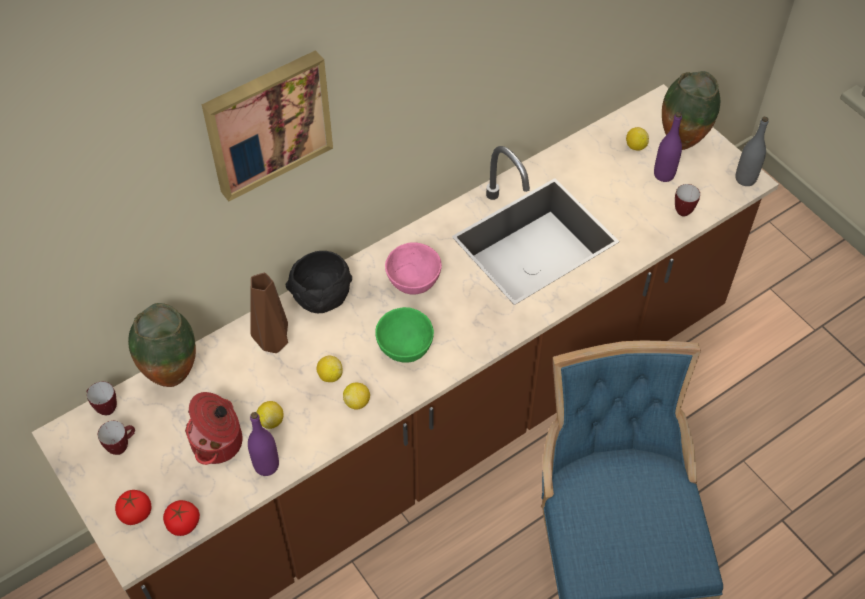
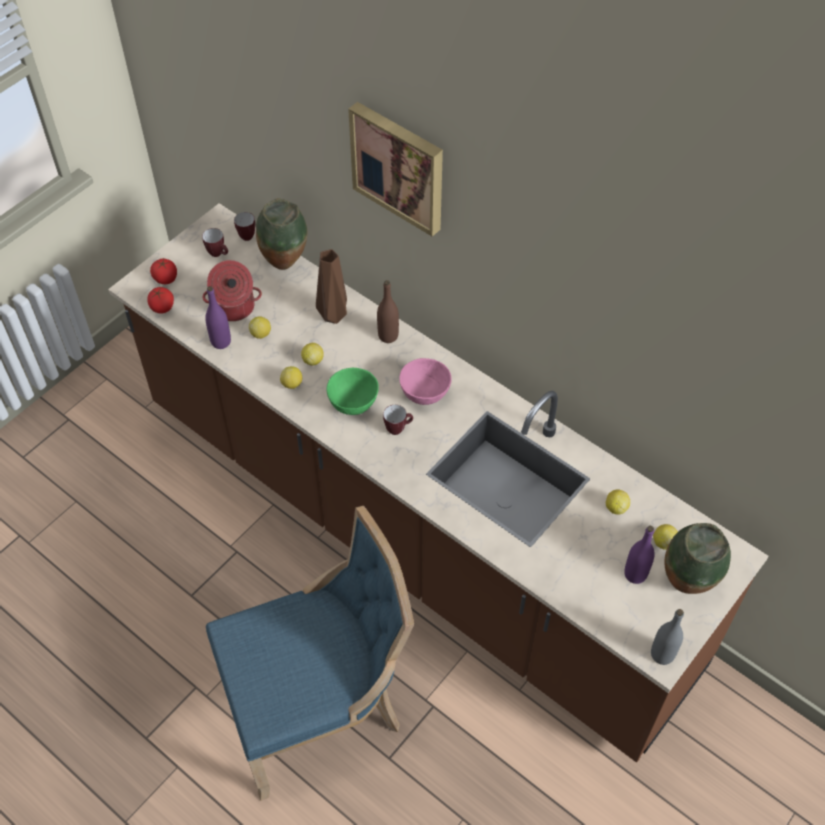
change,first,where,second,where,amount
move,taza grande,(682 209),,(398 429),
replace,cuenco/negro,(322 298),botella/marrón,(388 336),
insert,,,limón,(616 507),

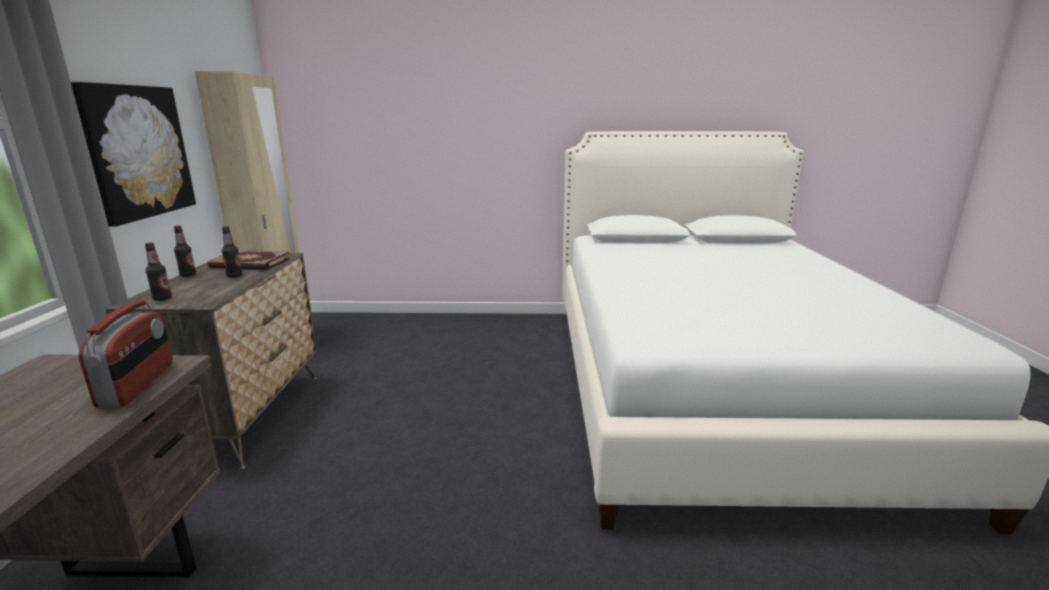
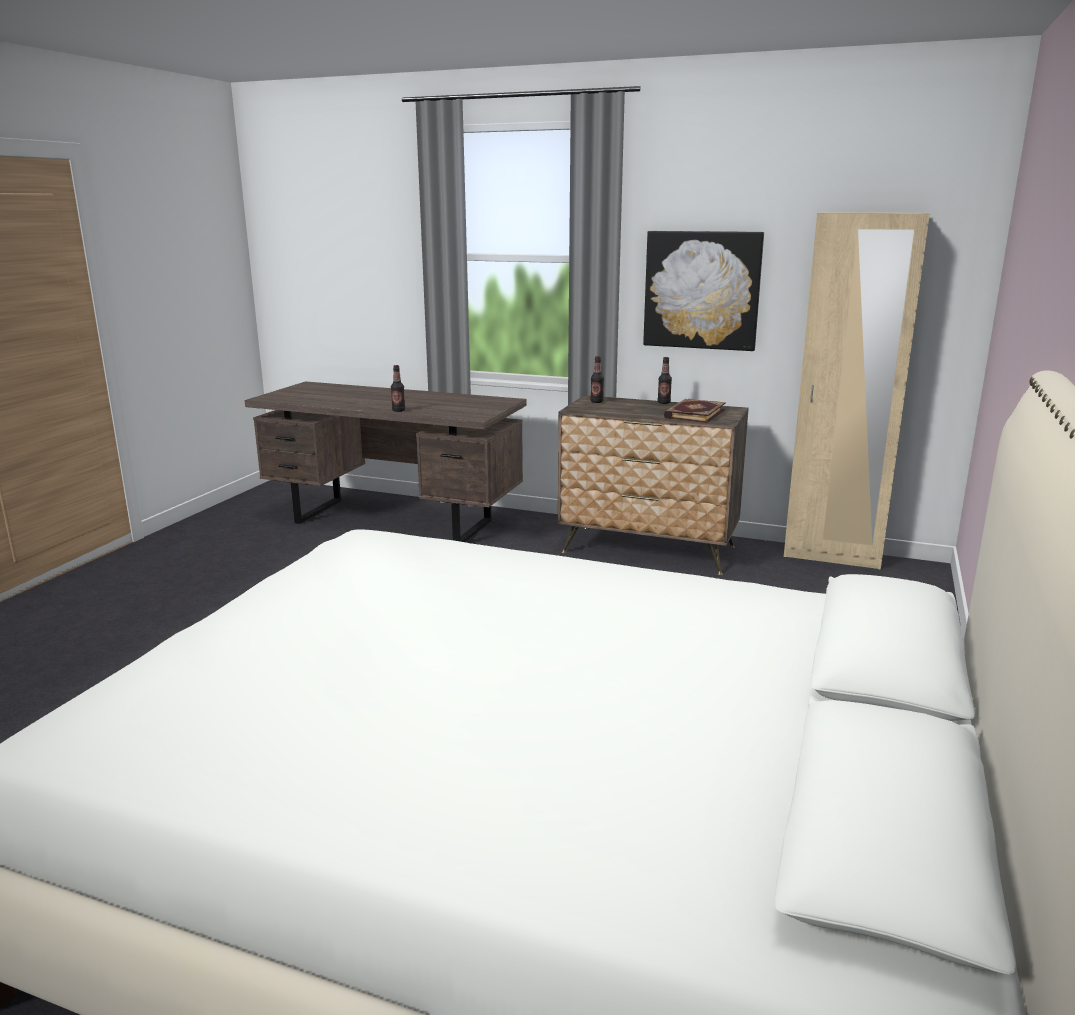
change,first,where,second,where,amount
move,botella,(234 276),,(398 410),
delete,radio,(138 384),,,

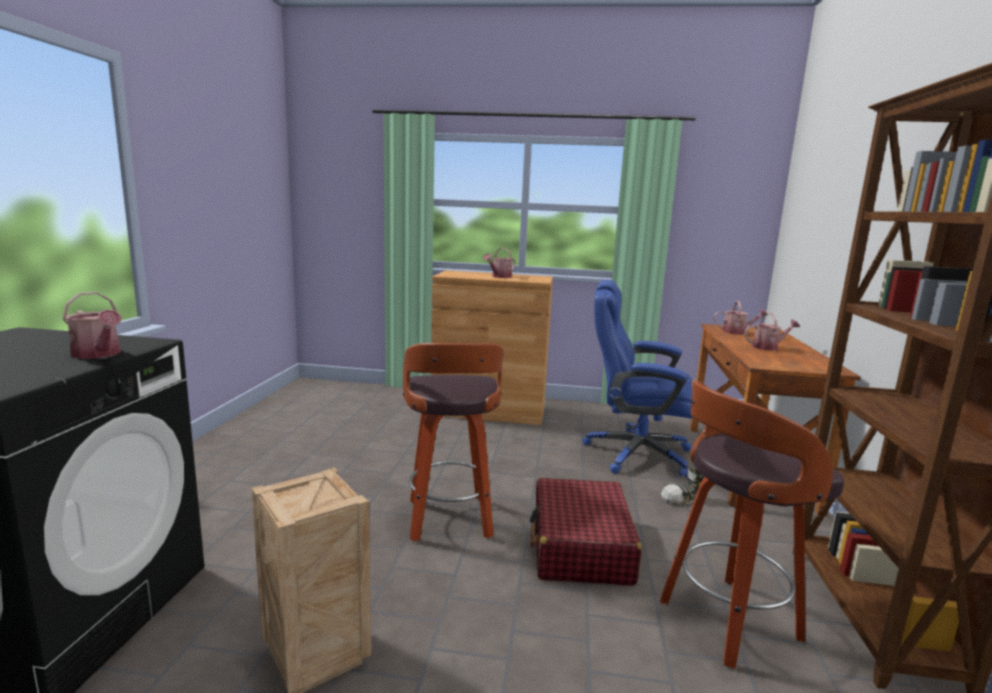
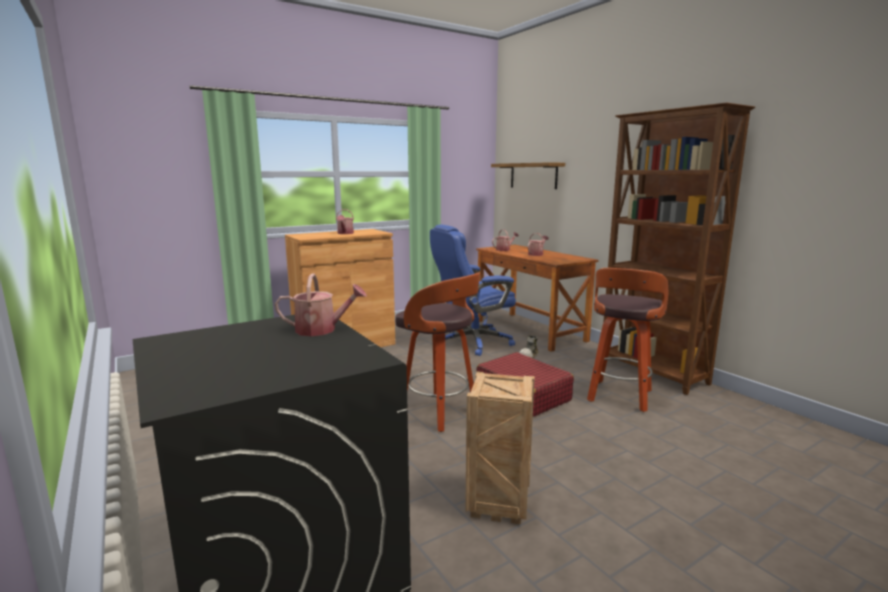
change,first,where,second,where,amount
insert,,,estante,(533 175),

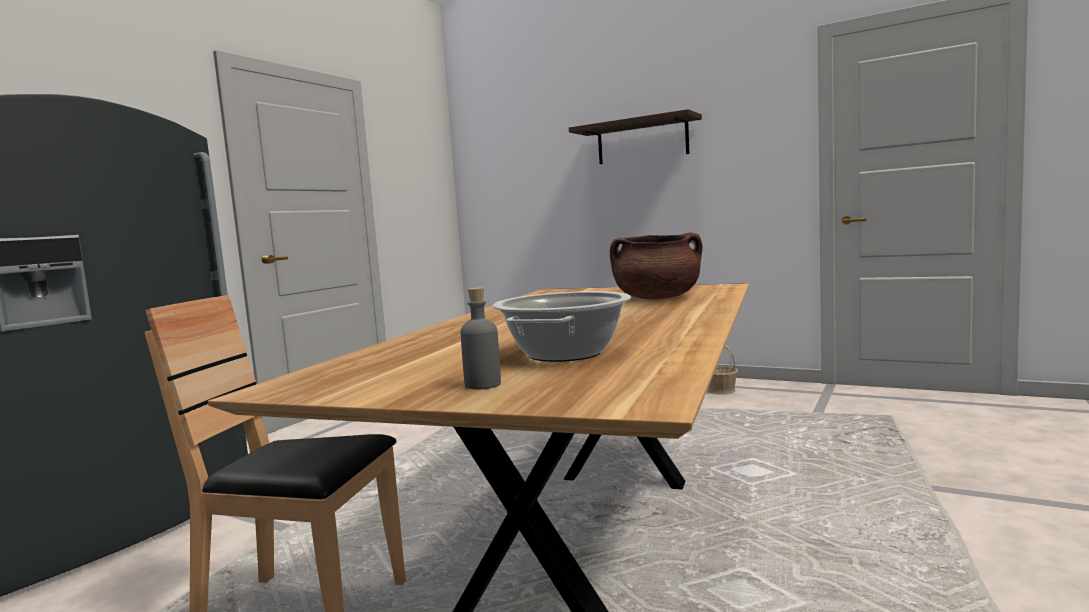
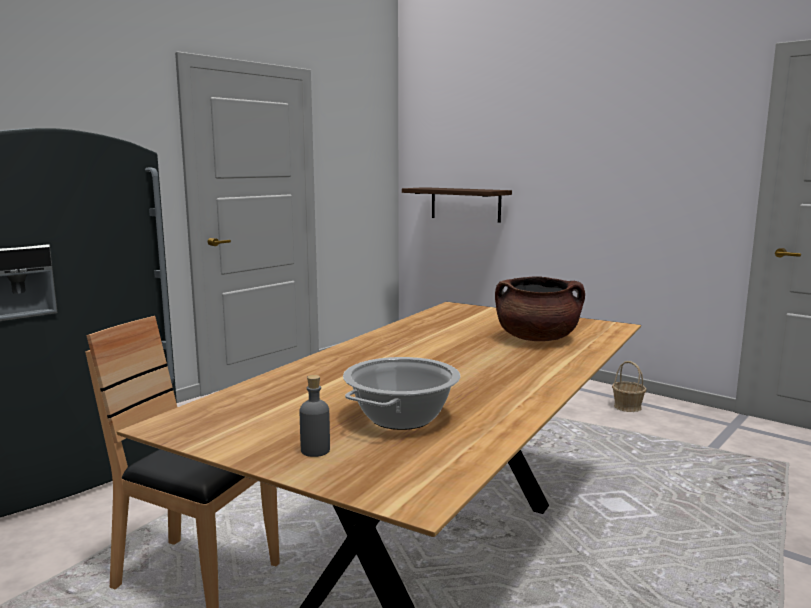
change,first,where,second,where,amount
move,estante,(642 141),,(465 204),

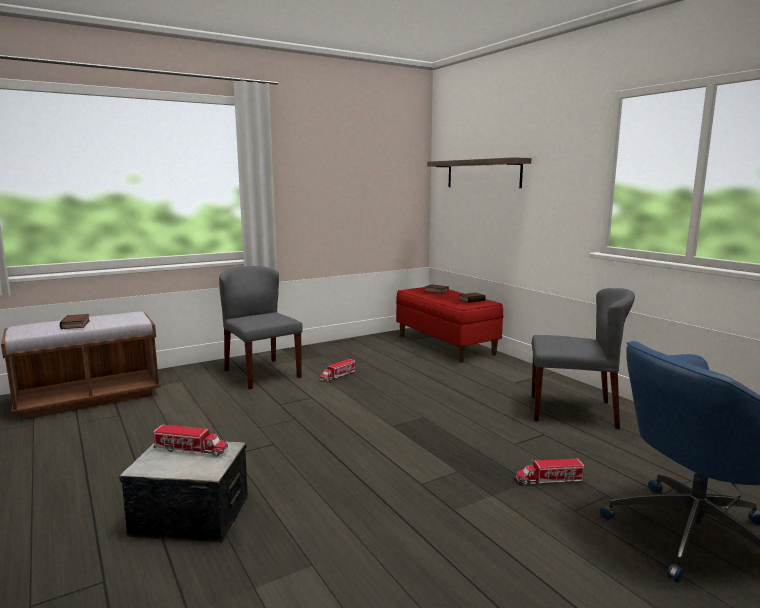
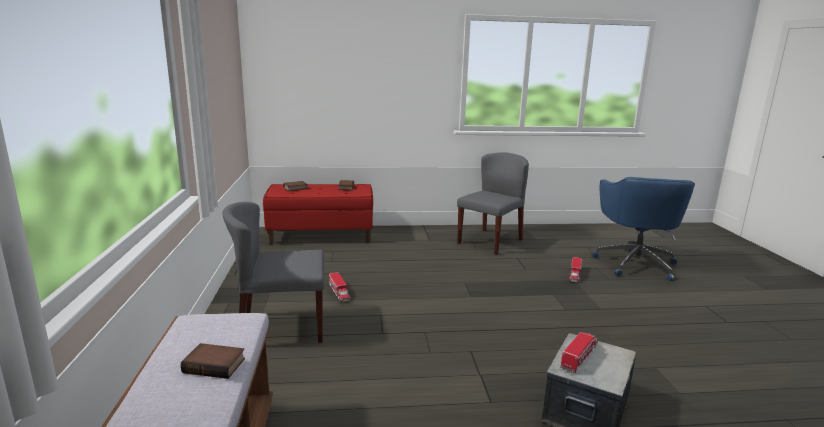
change,first,where,second,where,amount
delete,estante,(483 174),,,

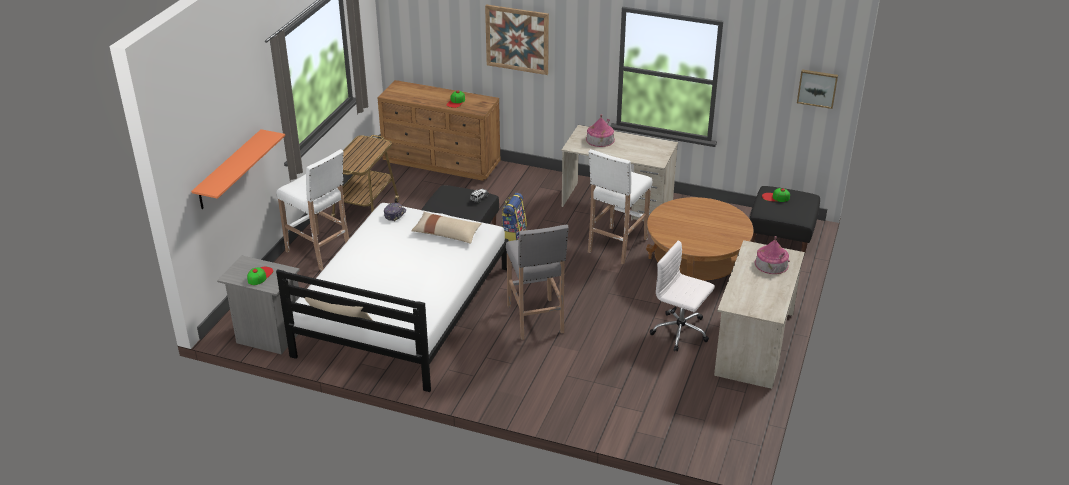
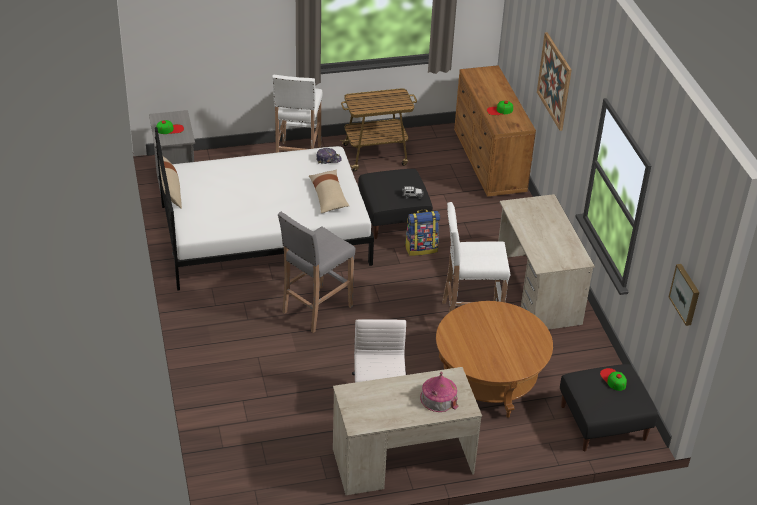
change,first,where,second,where,amount
delete,casita,(600 139),,,
delete,estante/naranja,(229 170),,,

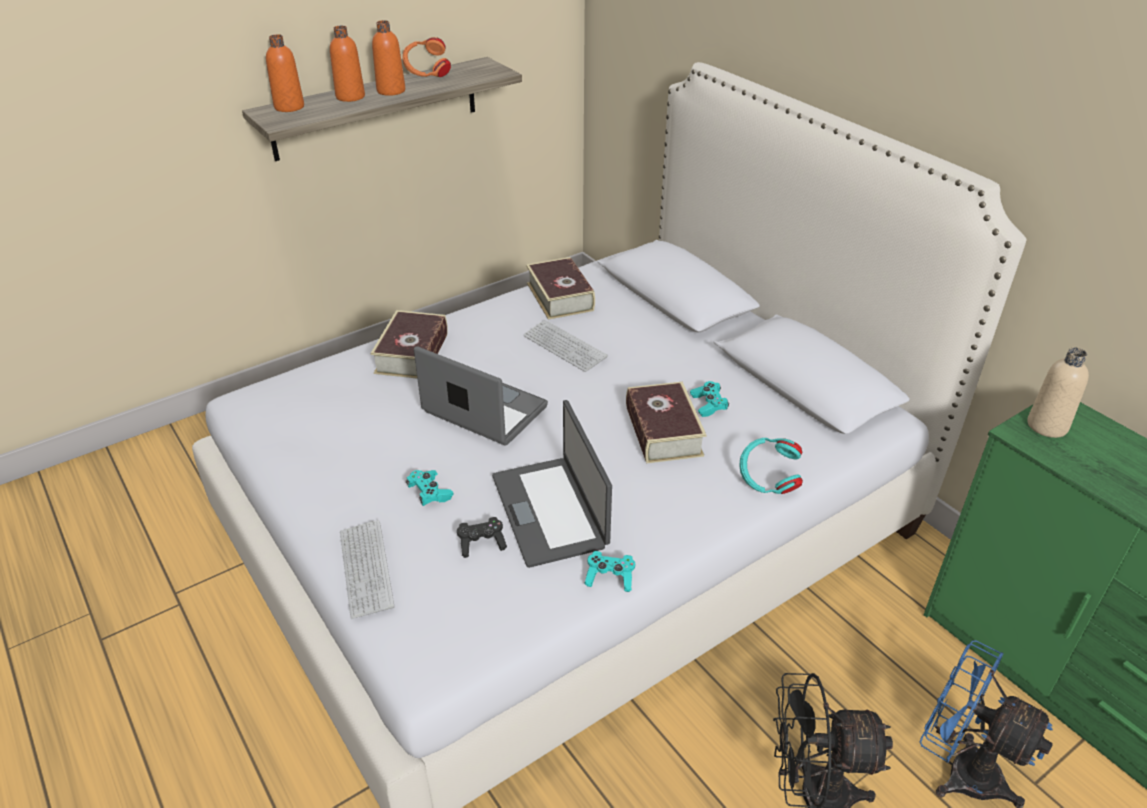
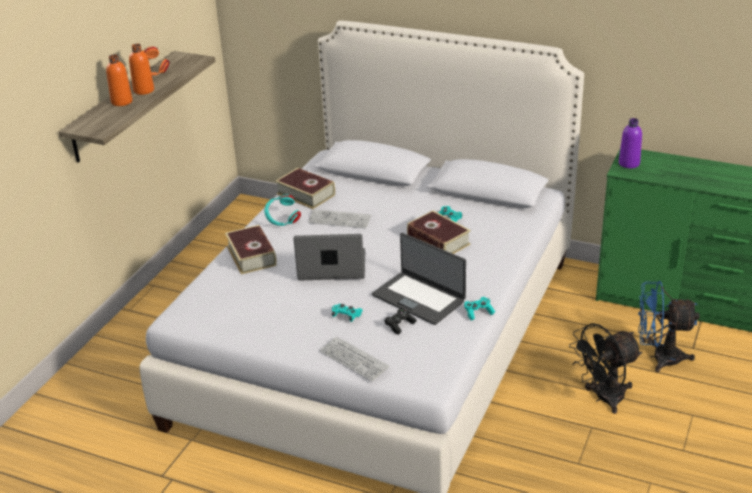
change,first,where,second,where,amount
delete,botella/naranja,(289 107),,,
recolor,botella/beis,(1047 426),botella/morado,(629 163),
move,auriculares/turquesa,(767 481),,(282 221),

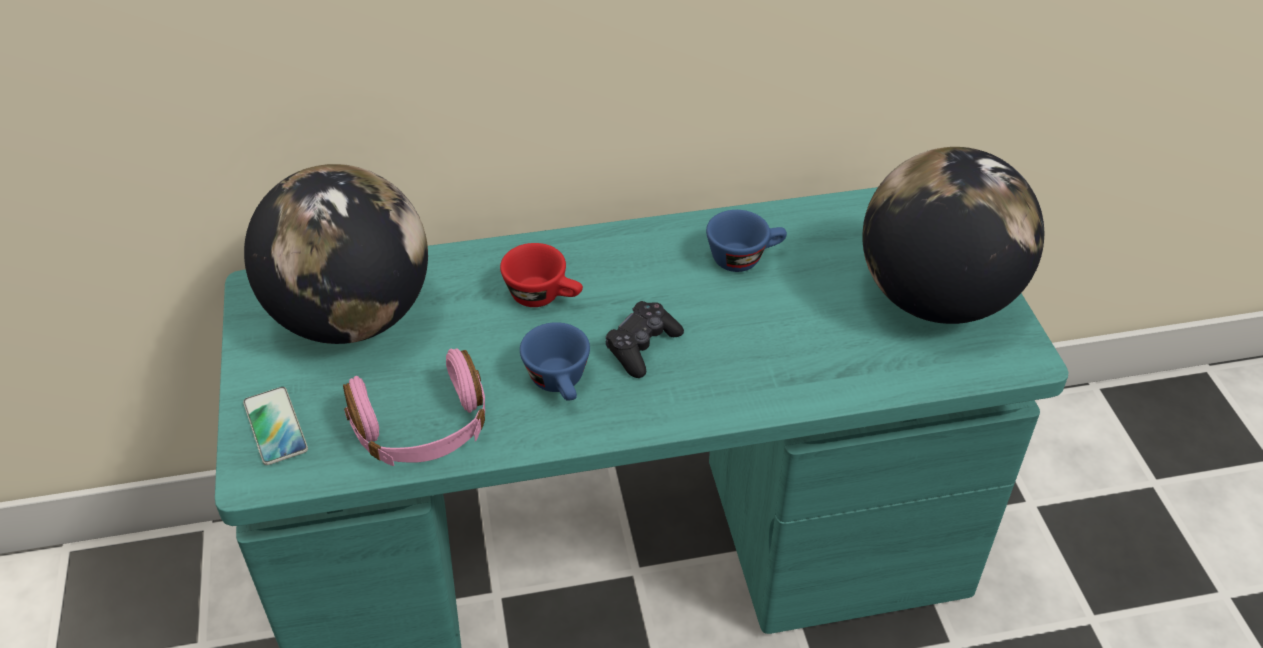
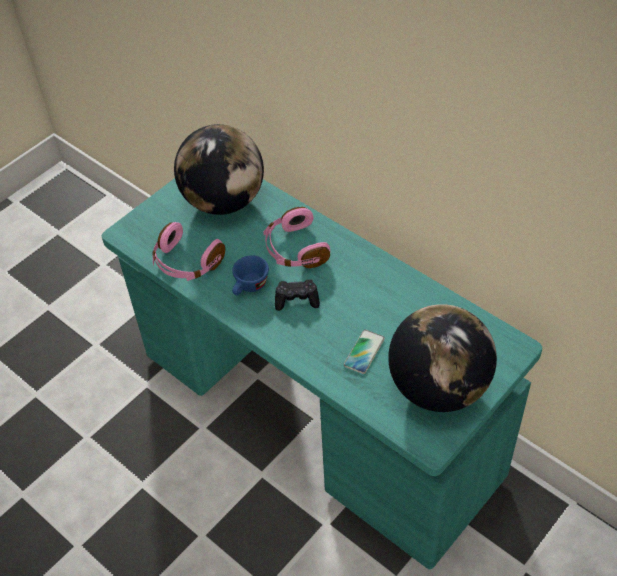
change,first,where,second,where,amount
delete,taza/azul,(744 257),,,
replace,taza/rojo,(544 296),auriculares/rosa,(295 249),
move,móvil,(275 426),,(364 352),

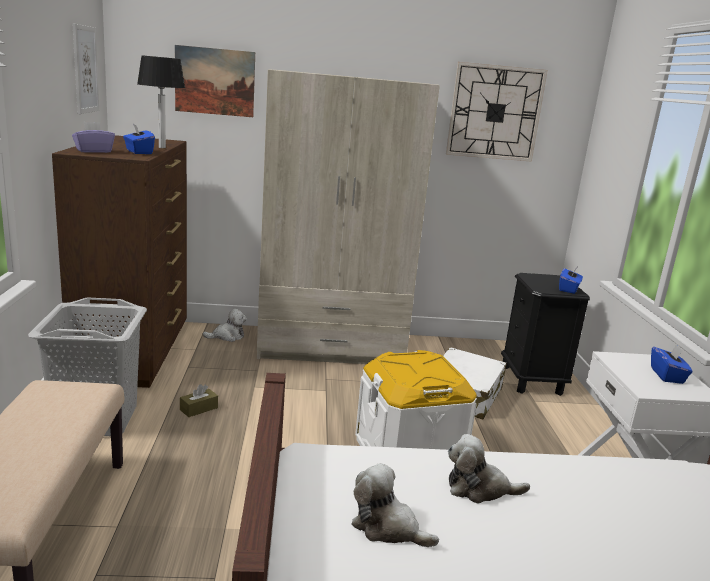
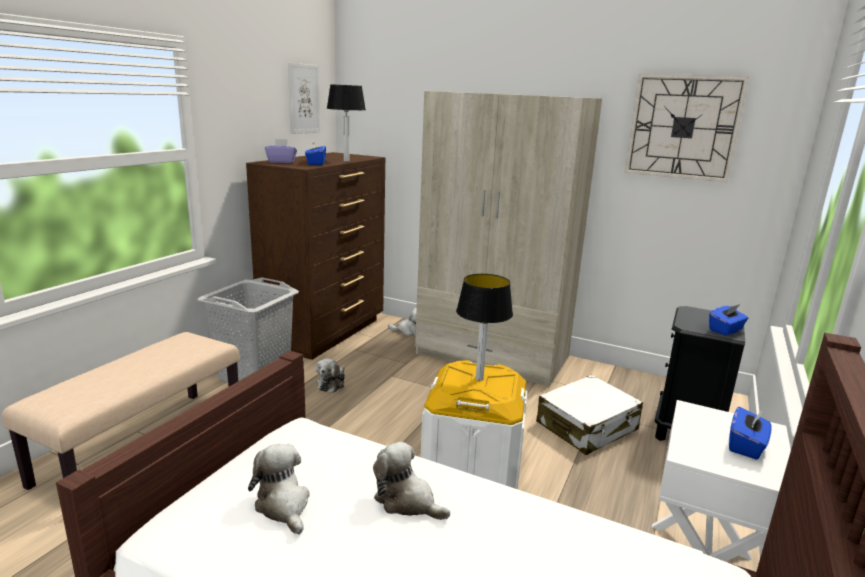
change,first,where,second,where,amount
delete,cuadro,(215 81),,,
replace,caja de pañuelos/marrón,(199 409),peluche,(332 384),
insert,,,lámpara de mesa,(480 379),

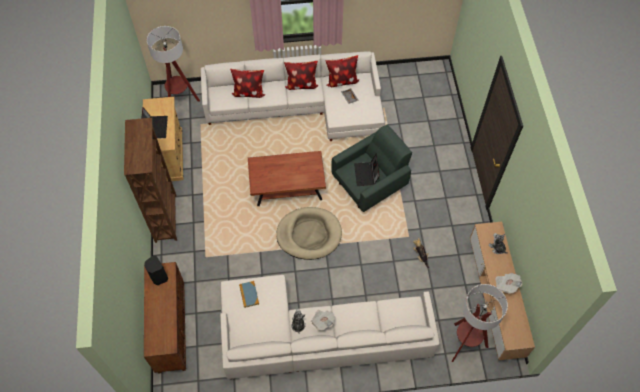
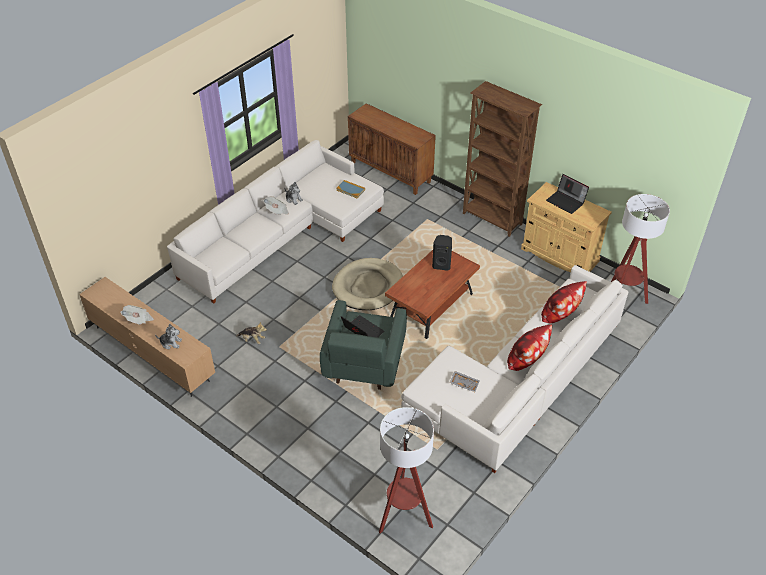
change,first,where,second,where,amount
delete,cojín,(341 80),,,
move,altavoz/negro,(159 277),,(441 265),
move,lámpara de pie,(464 343),,(404 516),

